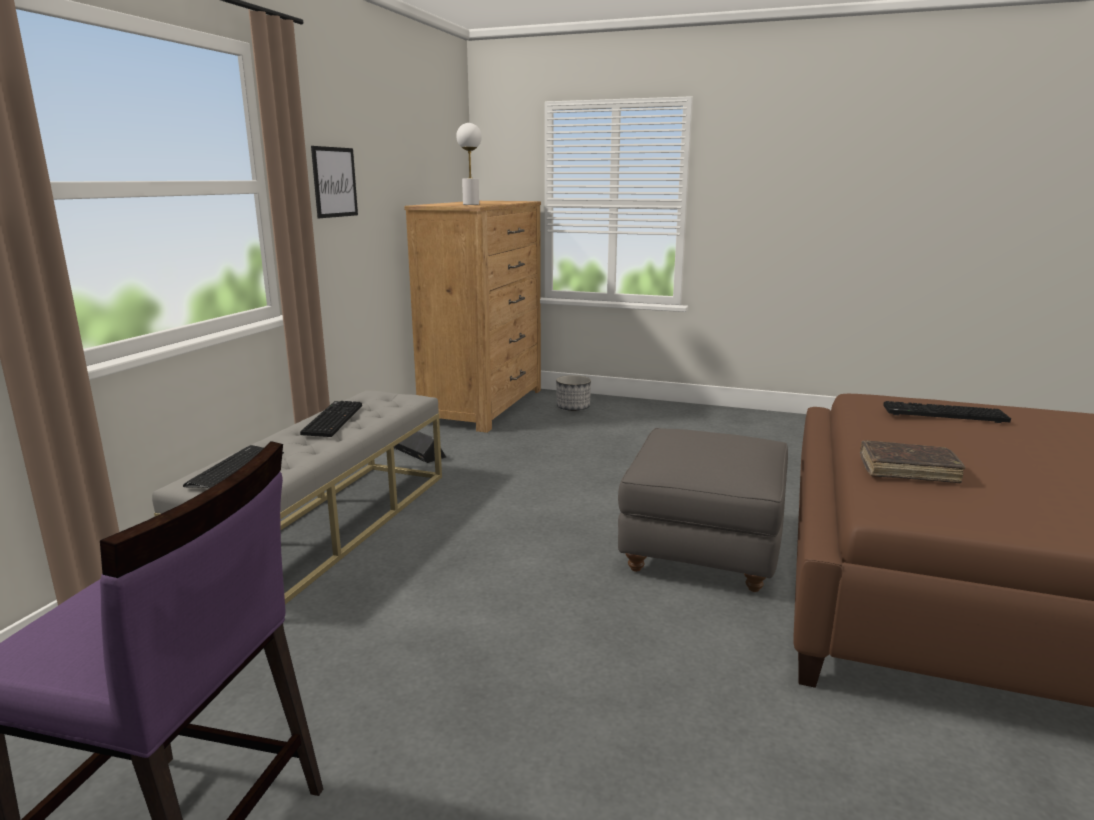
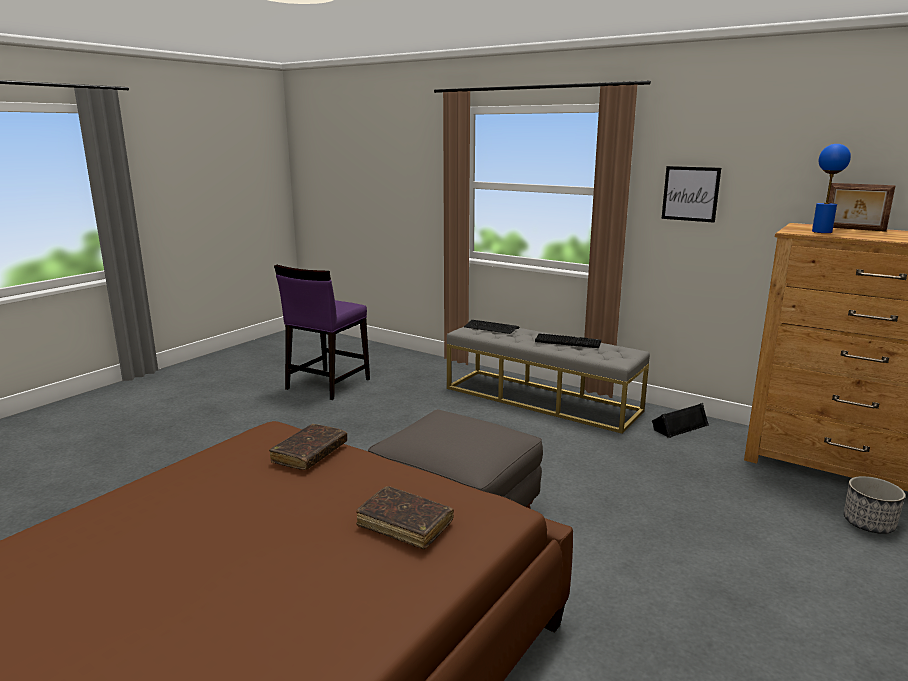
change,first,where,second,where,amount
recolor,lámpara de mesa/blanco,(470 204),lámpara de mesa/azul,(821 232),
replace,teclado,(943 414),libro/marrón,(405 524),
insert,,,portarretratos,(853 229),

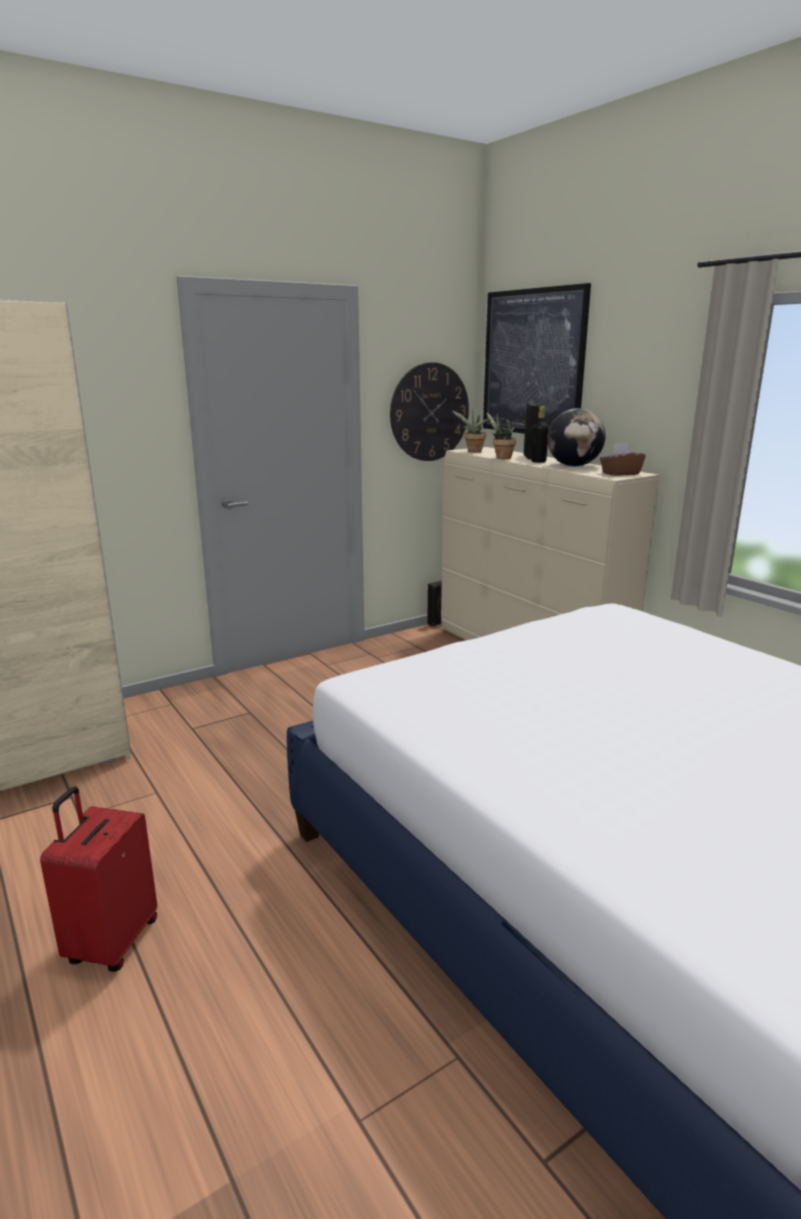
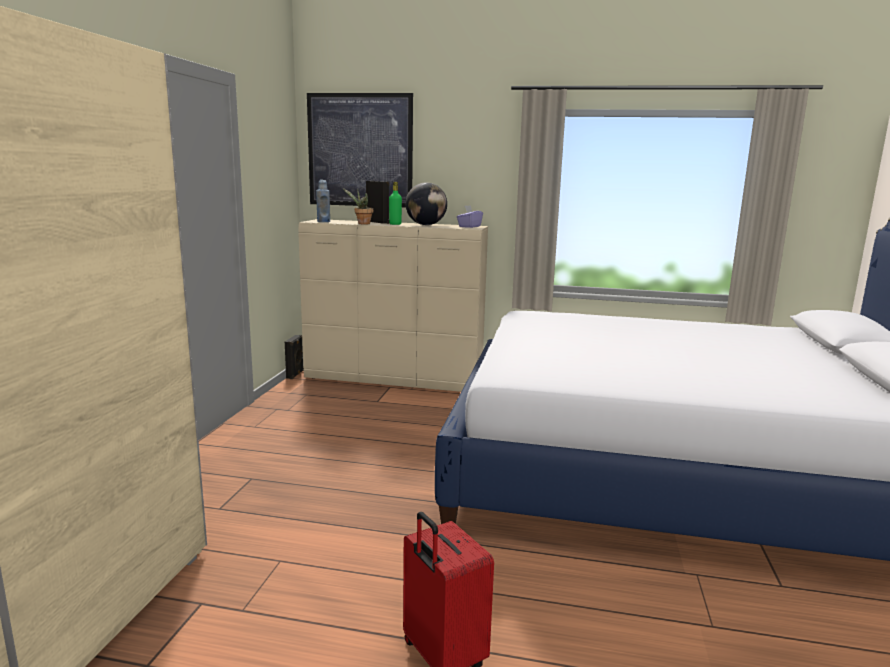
change,first,where,second,where,amount
delete,reloj de pared,(429 412),,,
recolor,botella/negro,(538 461),botella/verde,(395 224),
replace,planta en maceta,(473 451),botella/azul,(323 221),
recolor,caja de pañuelos/marrón,(620 474),caja de pañuelos/morado,(469 226),

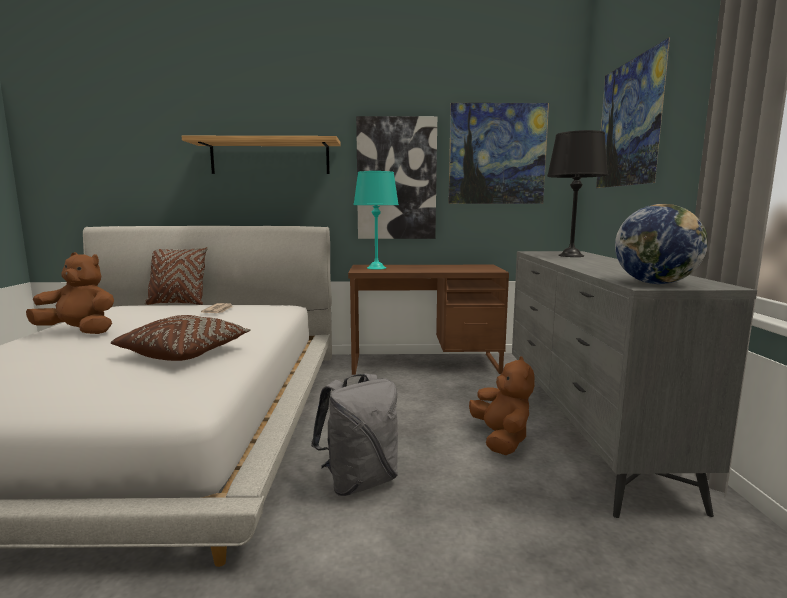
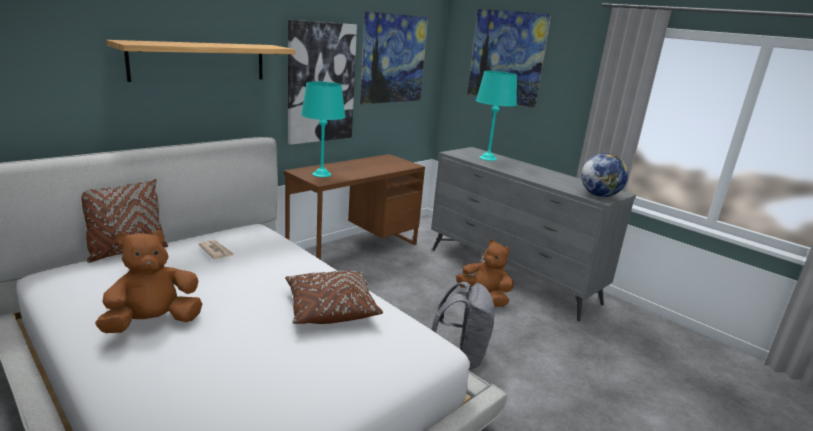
change,first,where,second,where,amount
recolor,lámpara de mesa/negro,(570 256),lámpara de mesa/turquesa,(488 158),

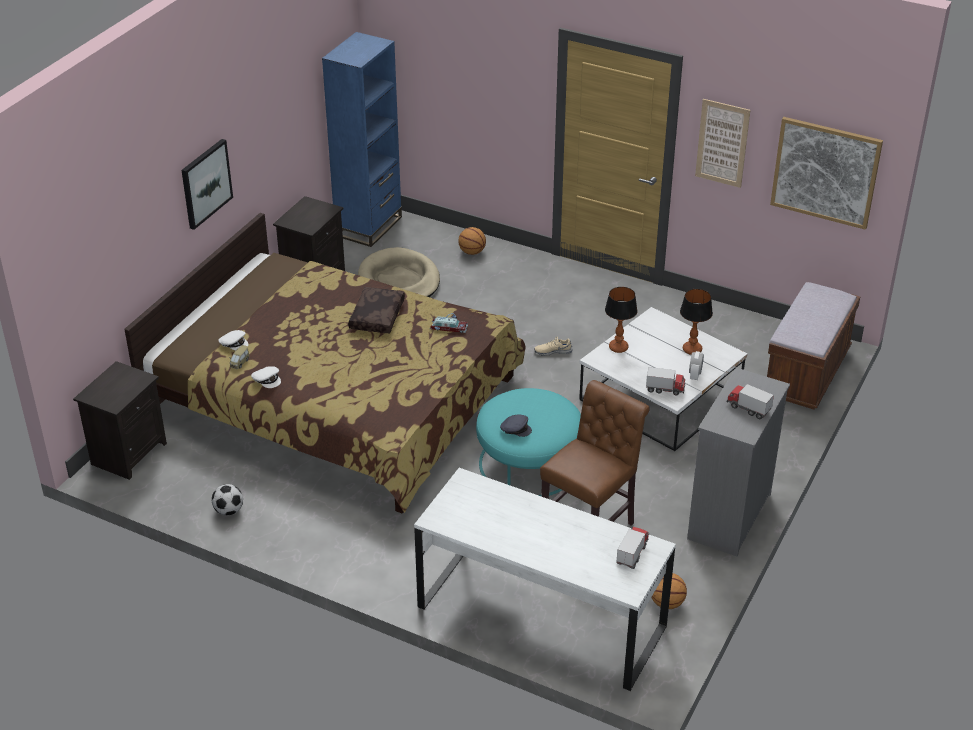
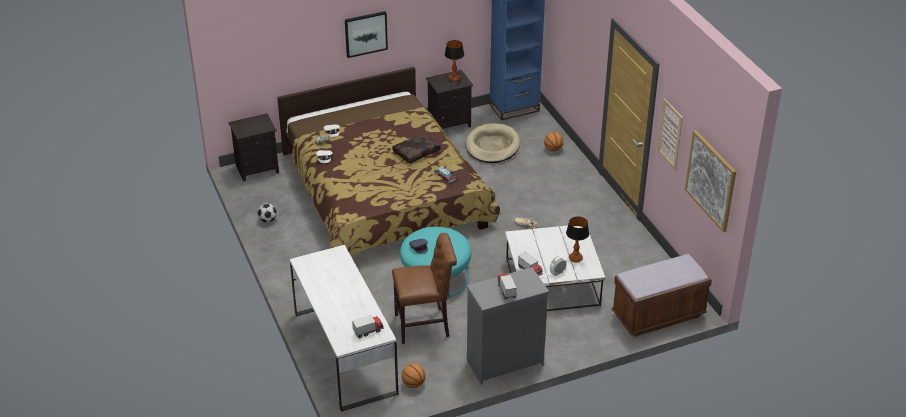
change,first,where,second,where,amount
move,lámpara de mesa,(618 348),,(454 78),

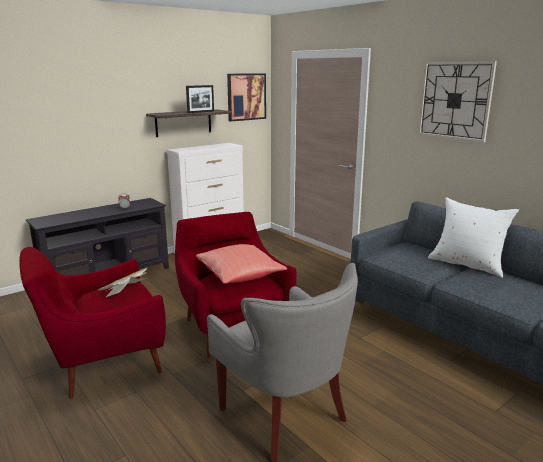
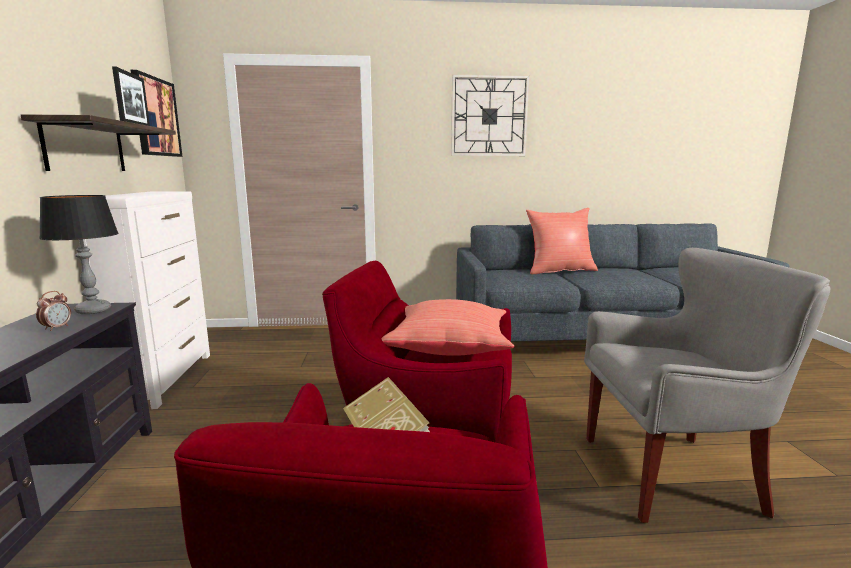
change,first,where,second,where,amount
recolor,cojín/blanco,(467 264),cojín/rojo,(559 270),
insert,,,lámpara de mesa,(93 310),

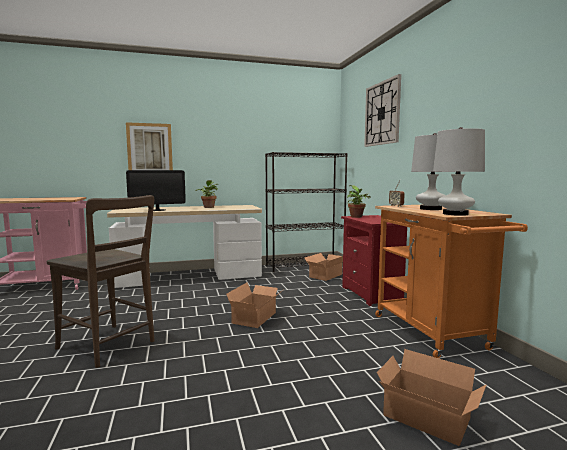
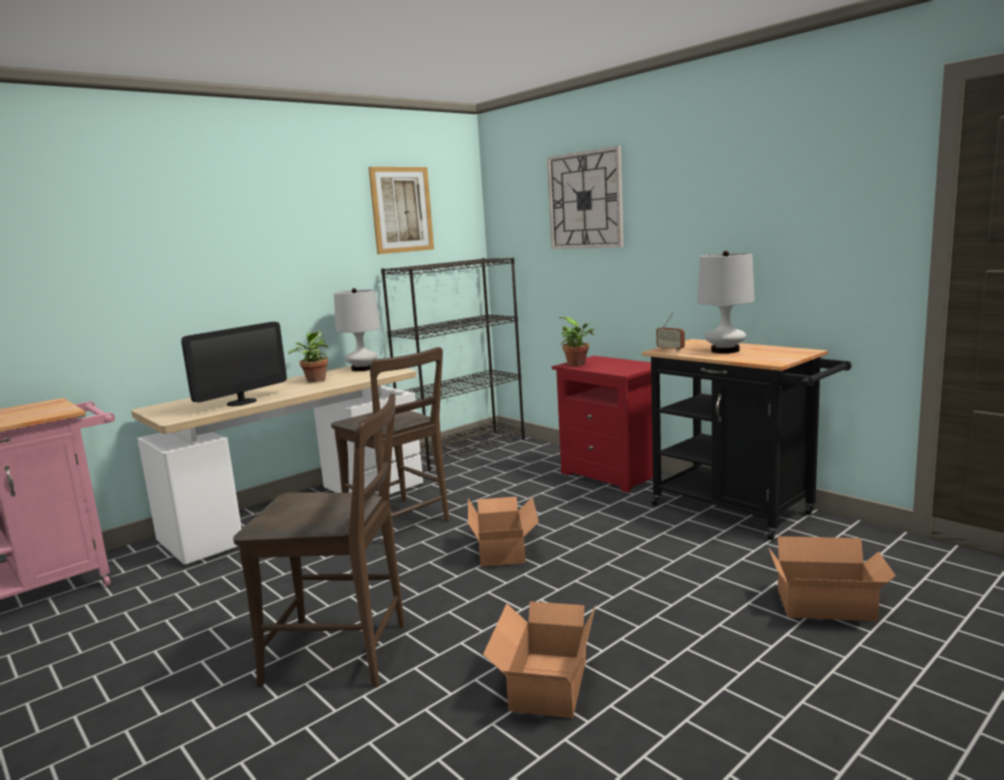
change,first,where,second,where,amount
move,cuadro,(150 149),,(401 210),
move,lámpara de mesa/blanco,(455 214),,(362 369),
recolor,carrito/naranja,(434 334),carrito/negro,(740 512),
move,caja de cartón,(324 275),,(544 685),
insert,,,silla/marrón,(399 522),

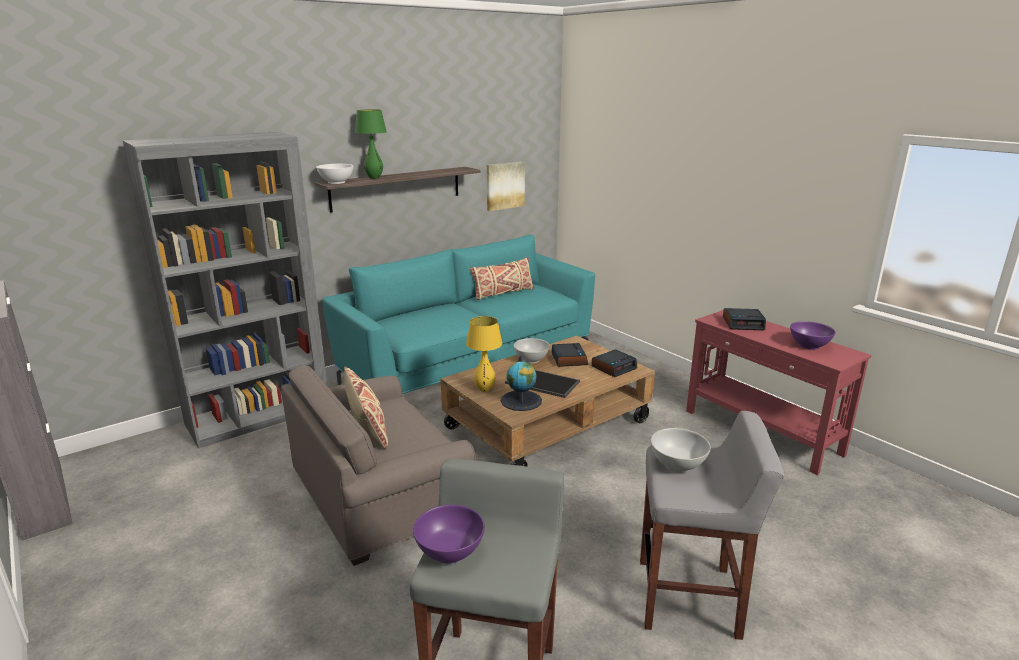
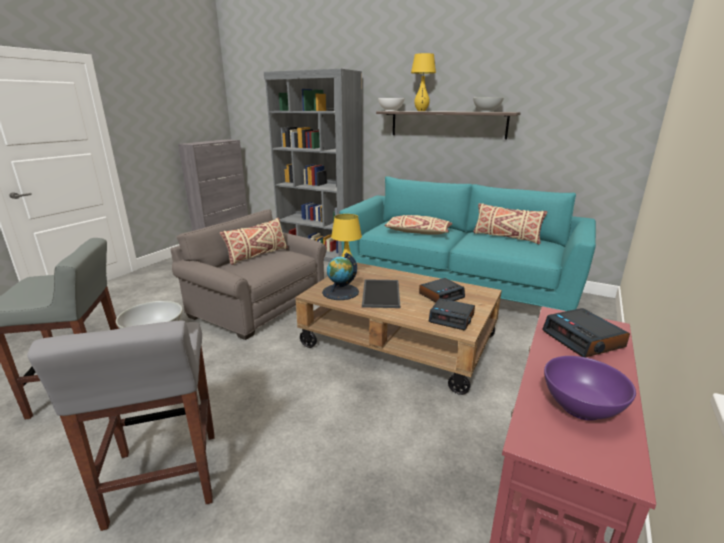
change,first,where,second,where,amount
recolor,lámpara de mesa/verde,(374 178),lámpara de mesa/amarillo,(421 111),
delete,cuadro,(504 185),,,
move,cuenco/blanco,(531 360),,(486 111),
delete,cuenco/morado,(450 552),,,
insert,,,cojín/beis,(417 232),

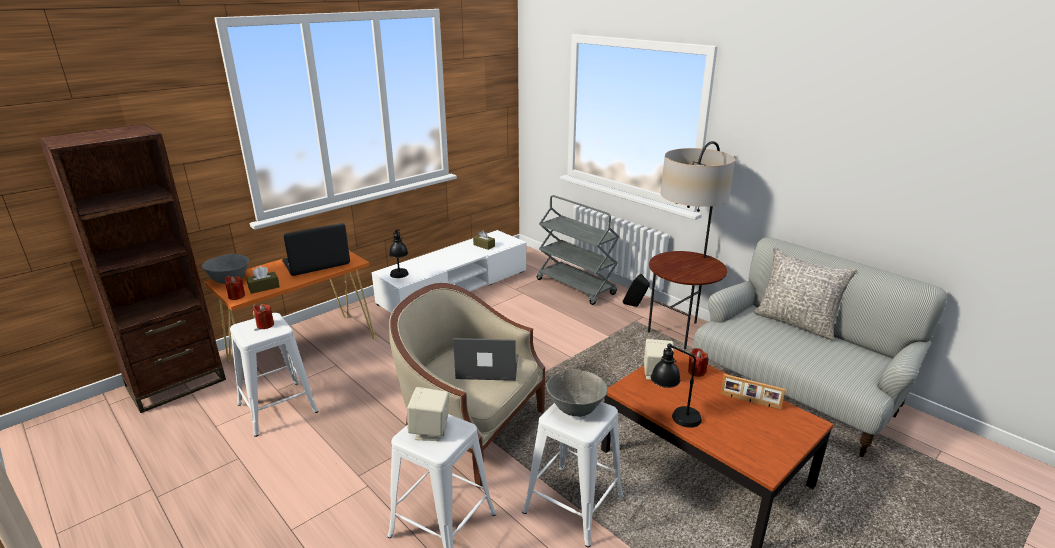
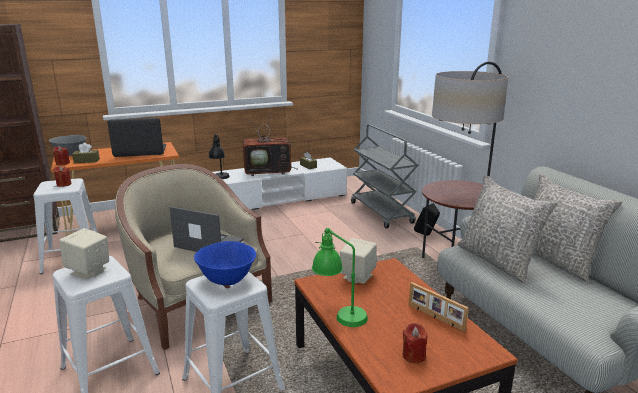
change,first,where,second,where,amount
recolor,lámpara de mesa/negro,(673 417),lámpara de mesa/verde,(338 314),
move,vela/rojo,(696 371),,(413 355),
recolor,cuenco/gris,(575 409),cuenco/azul,(226 280),
insert,,,televisor,(268 171),
insert,,,cojín/gris,(497 261),

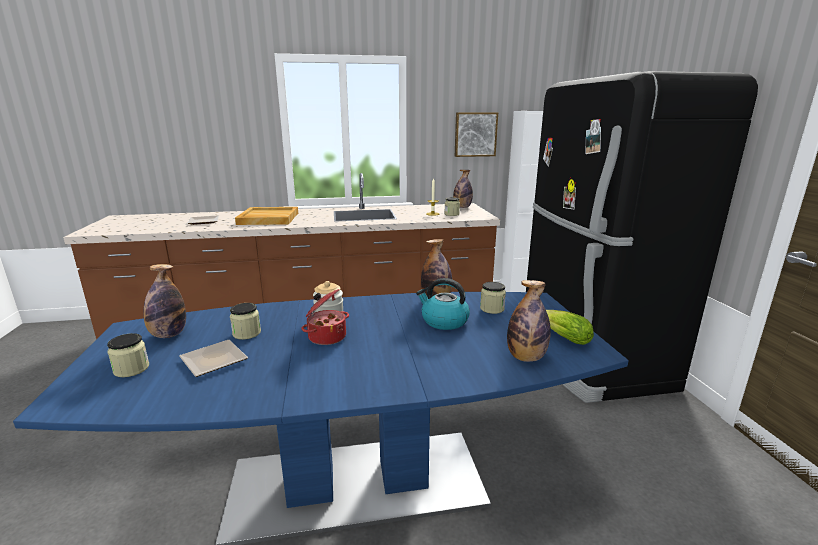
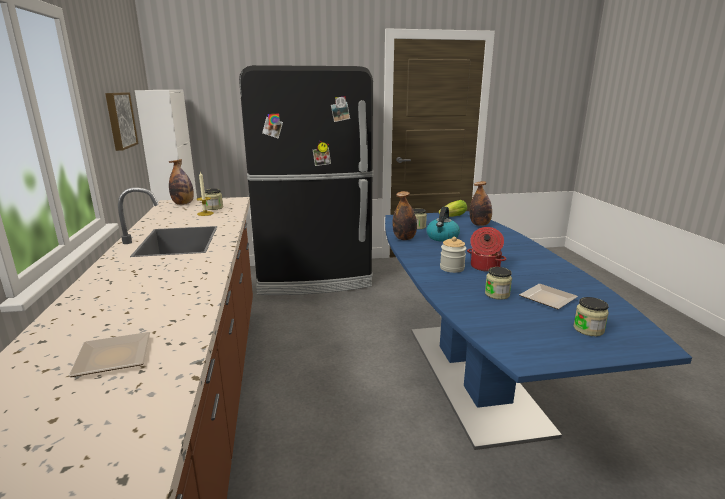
change,first,where,second,where,amount
delete,bandeja/beis,(268 218),,,
delete,botella,(168 335),,,

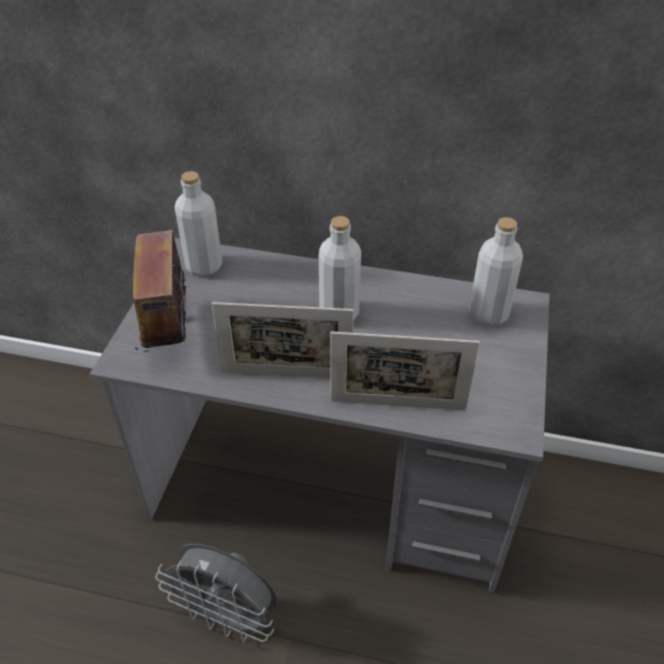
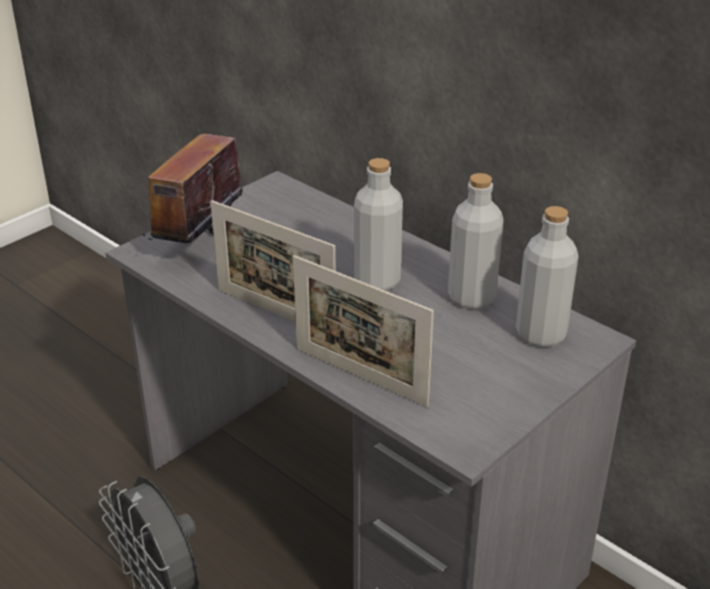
change,first,where,second,where,amount
move,botella/gris,(204 266),,(471 297),

